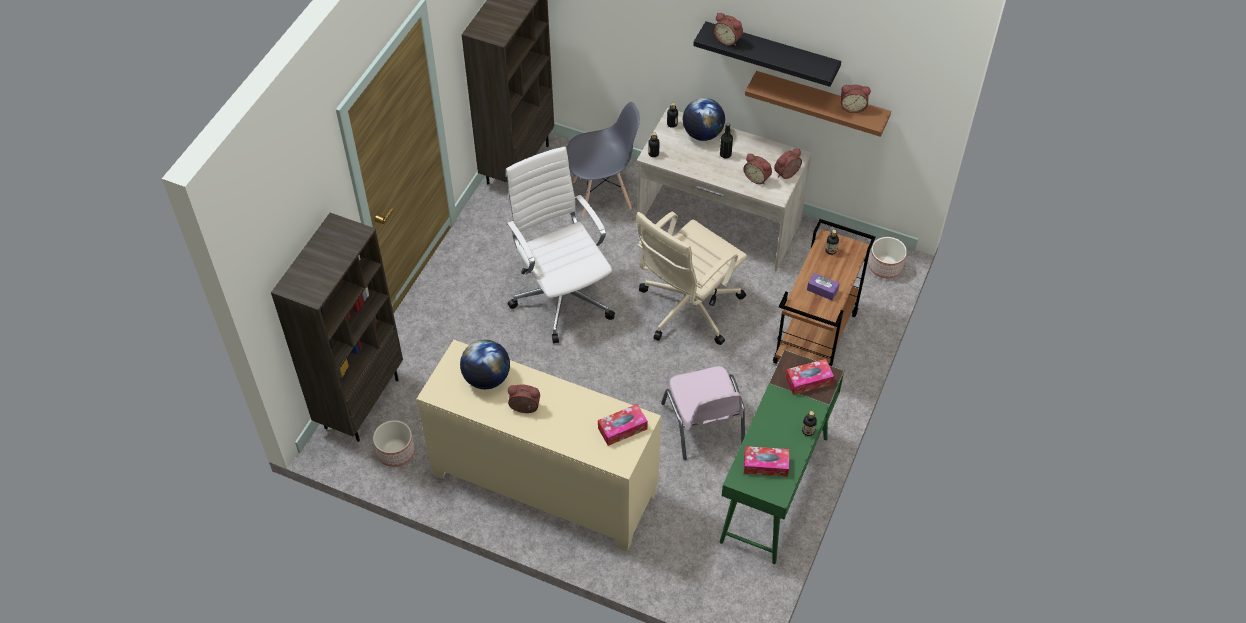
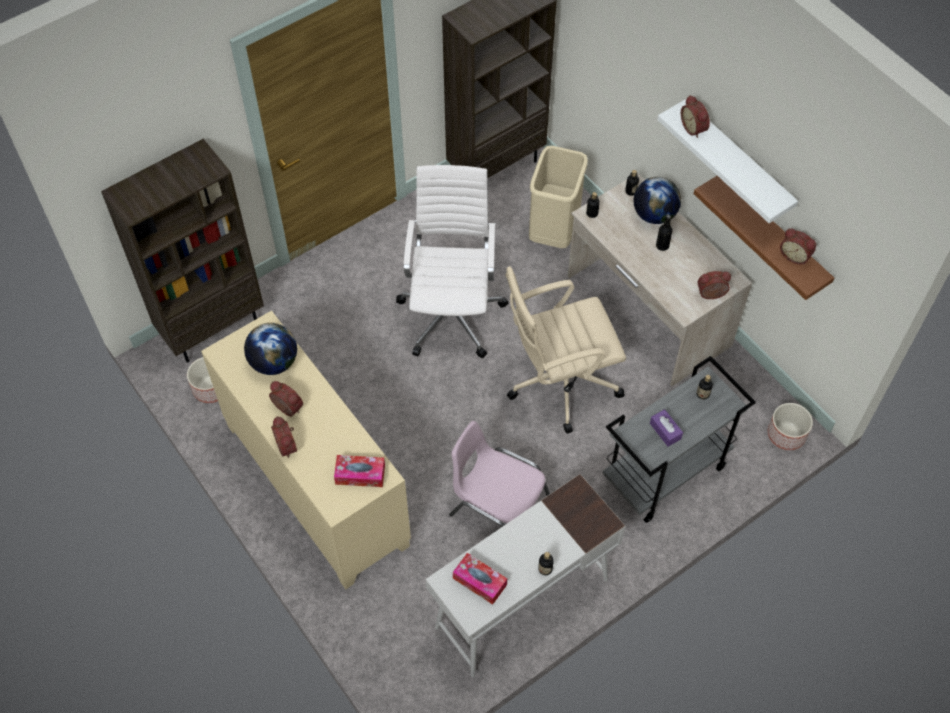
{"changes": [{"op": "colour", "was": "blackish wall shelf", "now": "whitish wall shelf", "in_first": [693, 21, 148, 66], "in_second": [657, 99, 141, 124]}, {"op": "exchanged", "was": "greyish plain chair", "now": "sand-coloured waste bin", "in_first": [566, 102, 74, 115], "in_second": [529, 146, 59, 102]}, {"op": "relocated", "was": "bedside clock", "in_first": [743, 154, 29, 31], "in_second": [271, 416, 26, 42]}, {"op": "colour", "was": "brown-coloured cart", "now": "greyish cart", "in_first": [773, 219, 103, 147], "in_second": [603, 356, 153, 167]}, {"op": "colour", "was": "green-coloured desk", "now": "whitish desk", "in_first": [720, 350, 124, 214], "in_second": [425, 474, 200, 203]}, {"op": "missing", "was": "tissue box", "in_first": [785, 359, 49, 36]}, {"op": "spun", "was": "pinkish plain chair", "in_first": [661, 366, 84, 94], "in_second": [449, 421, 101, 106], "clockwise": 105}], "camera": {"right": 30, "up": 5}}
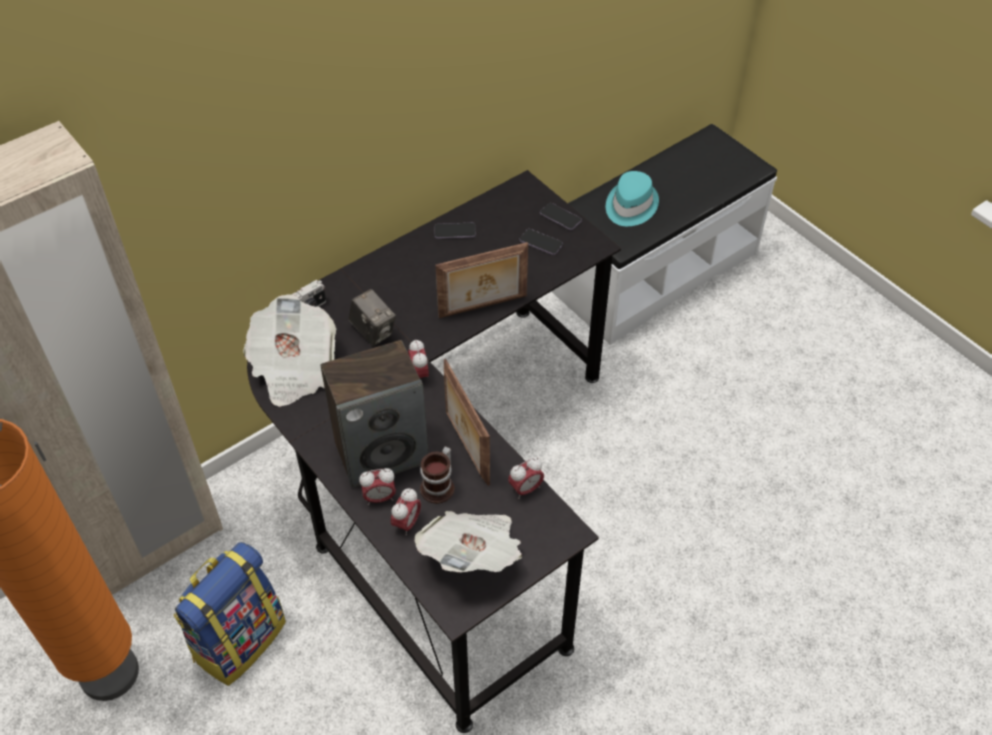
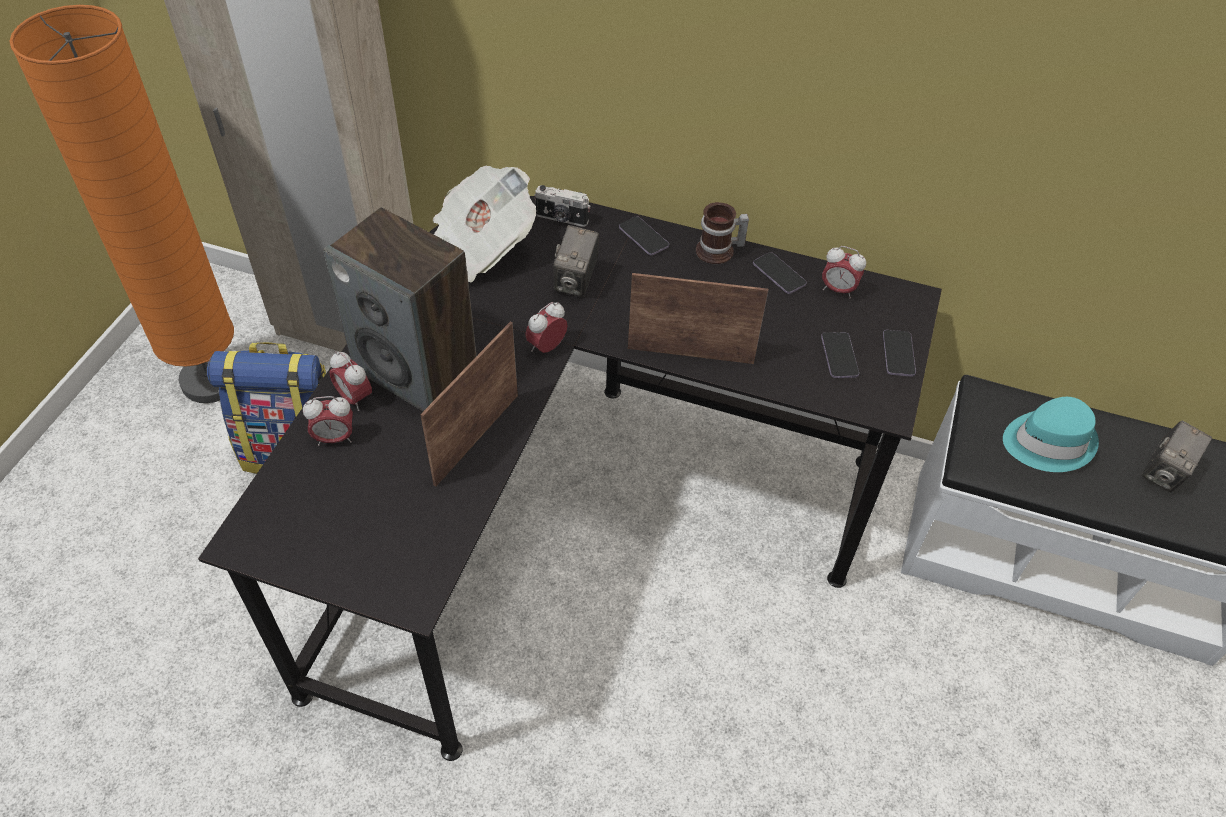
{"changes": [{"op": "spun", "was": "picture frame", "in_first": [436, 242, 92, 76], "in_second": [628, 273, 140, 91], "clockwise": 150}, {"op": "relocated", "was": "coffee mug", "in_first": [420, 446, 34, 58], "in_second": [696, 202, 53, 62]}, {"op": "relocated", "was": "bedside clock", "in_first": [508, 457, 36, 42], "in_second": [822, 246, 44, 52]}, {"op": "missing", "was": "daily paper", "in_first": [414, 511, 108, 61]}, {"op": "appeared", "now": "phone", "in_second": [619, 216, 50, 40]}, {"op": "appeared", "now": "photo camera", "in_second": [1142, 421, 70, 71]}], "camera": {"right": 55, "up": 0}}
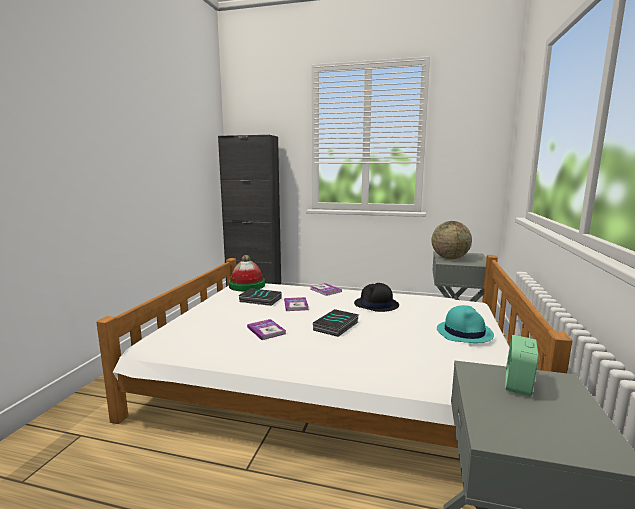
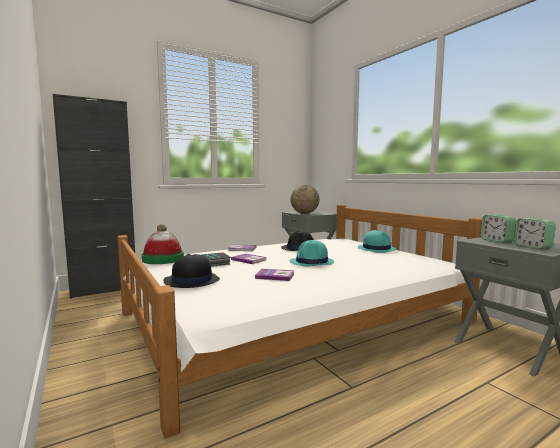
{"changes": [{"op": "exchanged", "was": "volume", "now": "blue-green clothing hat", "in_first": [313, 309, 46, 28], "in_second": [290, 240, 44, 26]}, {"op": "appeared", "now": "bedside clock", "in_second": [514, 218, 42, 31]}, {"op": "appeared", "now": "blackish clothing hat", "in_second": [163, 254, 57, 34]}], "camera": {"right": -45, "up": -5}}
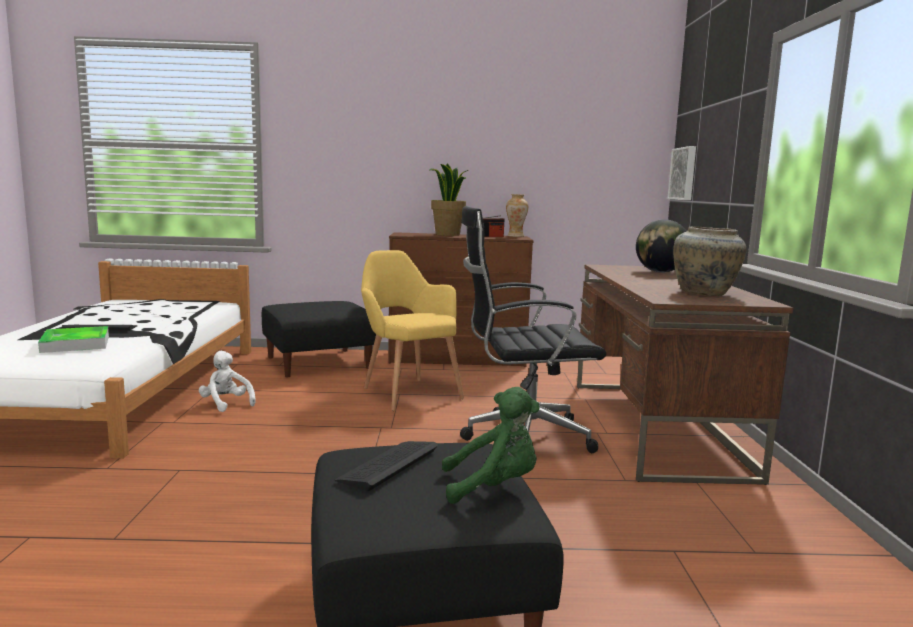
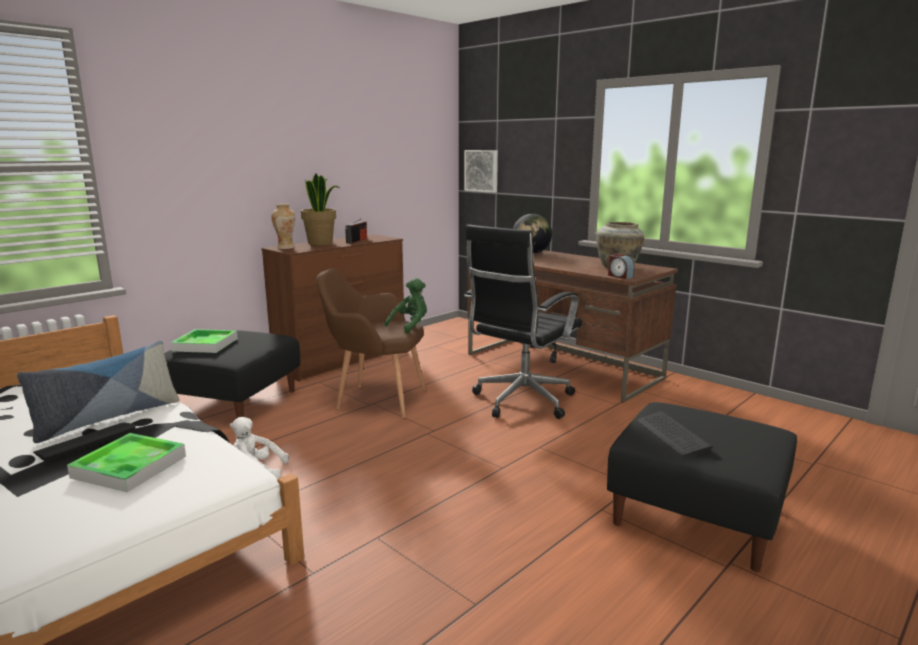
{"changes": [{"op": "relocated", "was": "decorative vase", "in_first": [506, 194, 22, 43], "in_second": [271, 204, 24, 45]}, {"op": "colour", "was": "yellow-coloured armchair", "now": "brown-coloured armchair", "in_first": [361, 250, 103, 161], "in_second": [316, 268, 109, 150]}, {"op": "relocated", "was": "green-coloured cuddly toy", "in_first": [442, 387, 98, 117], "in_second": [384, 278, 43, 56]}, {"op": "appeared", "now": "bedside clock", "in_second": [608, 254, 27, 25]}, {"op": "appeared", "now": "serving tray", "in_second": [171, 329, 67, 24]}, {"op": "appeared", "now": "throw pillow", "in_second": [17, 340, 163, 103]}], "camera": {"right": -45, "up": 5}}
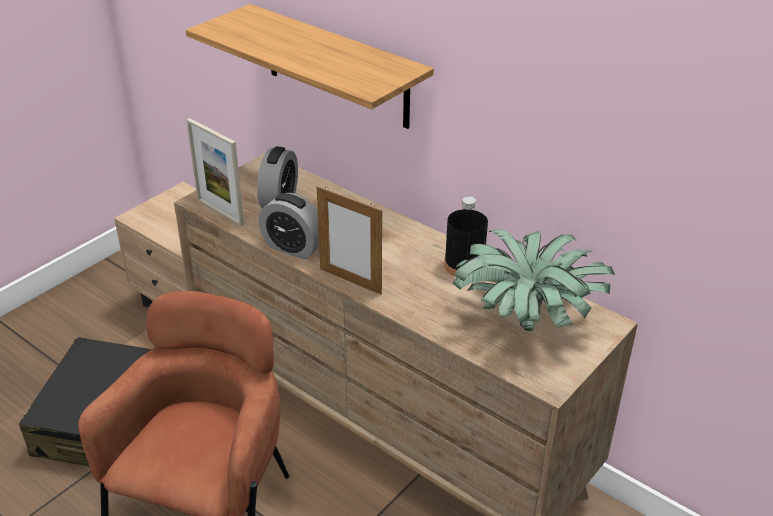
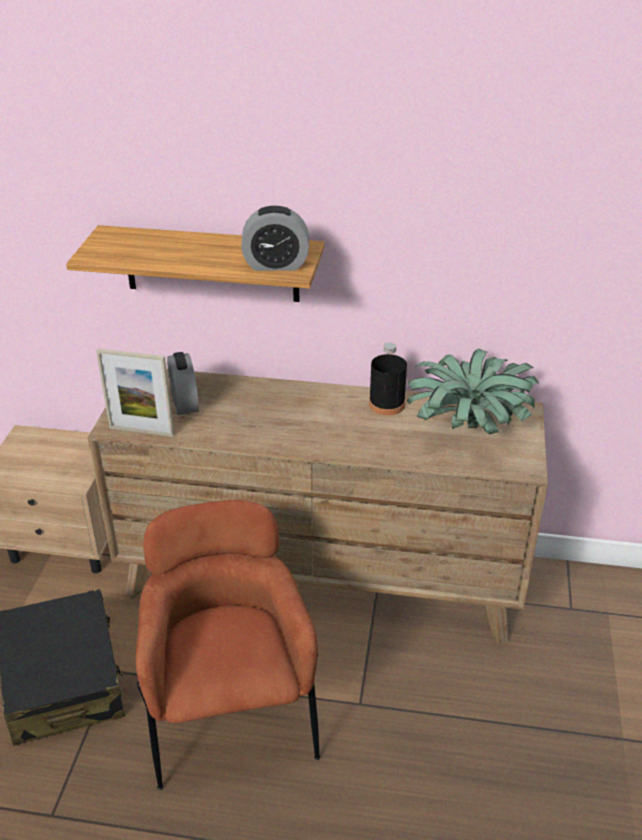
{"changes": [{"op": "missing", "was": "picture frame", "in_first": [317, 186, 65, 109]}, {"op": "relocated", "was": "bedside clock", "in_first": [259, 193, 60, 66], "in_second": [241, 206, 68, 65]}], "camera": {"right": -30, "up": 0}}
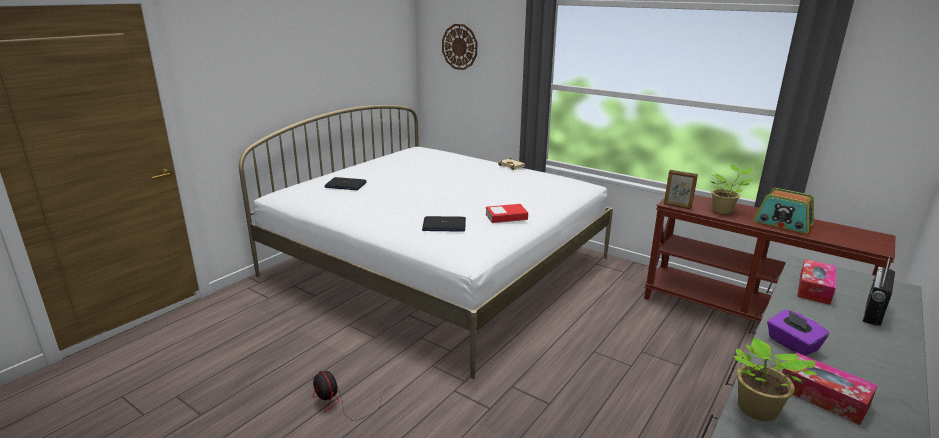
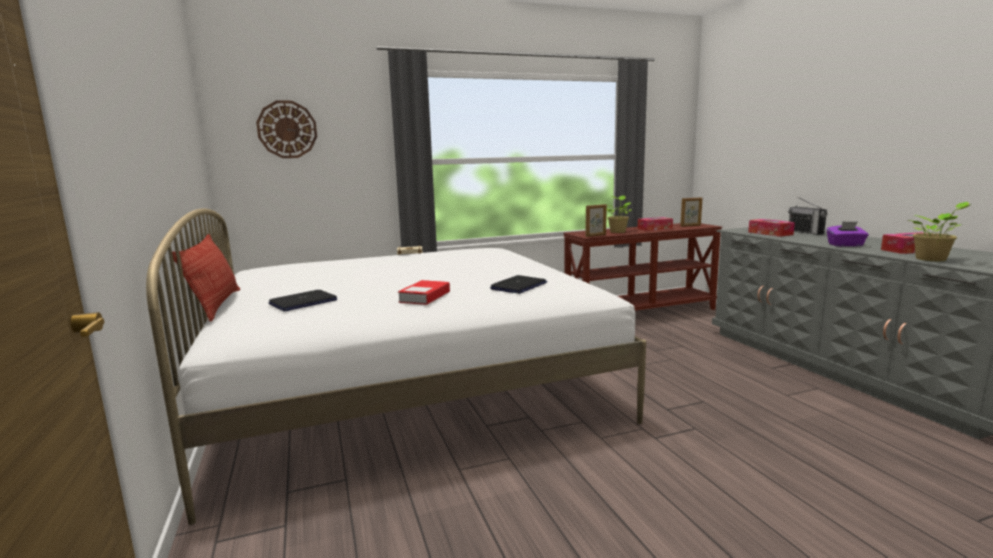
{"changes": [{"op": "exchanged", "was": "radio set", "now": "tissue box", "in_first": [754, 188, 60, 46], "in_second": [638, 217, 35, 14]}, {"op": "relocated", "was": "volume", "in_first": [486, 204, 42, 19], "in_second": [398, 280, 52, 25]}, {"op": "missing", "was": "electric fan", "in_first": [313, 371, 82, 50]}, {"op": "appeared", "now": "picture frame", "in_second": [680, 197, 22, 30]}, {"op": "appeared", "now": "throw pillow", "in_second": [172, 234, 68, 88]}], "camera": {"right": -55, "up": -10}}
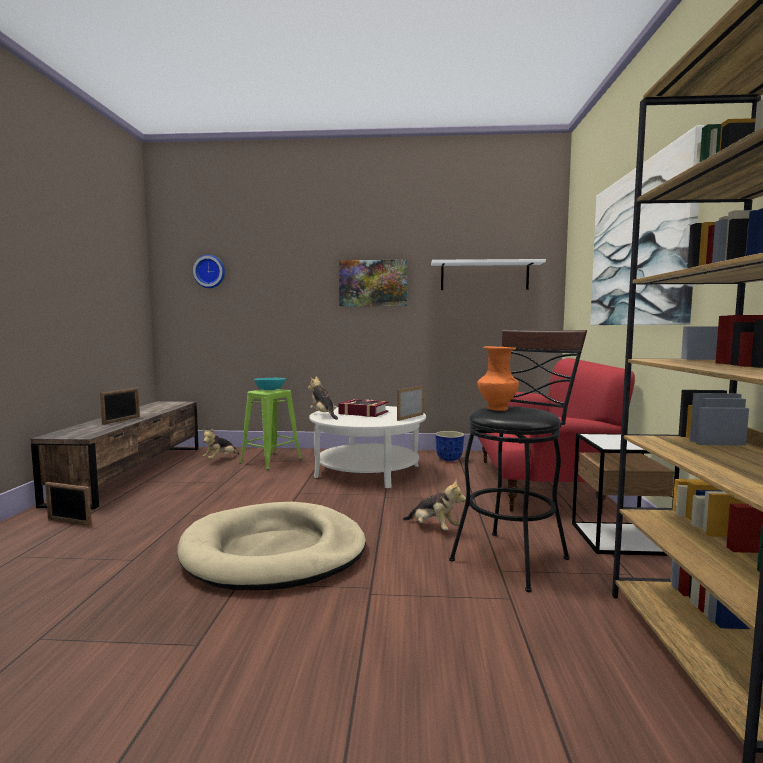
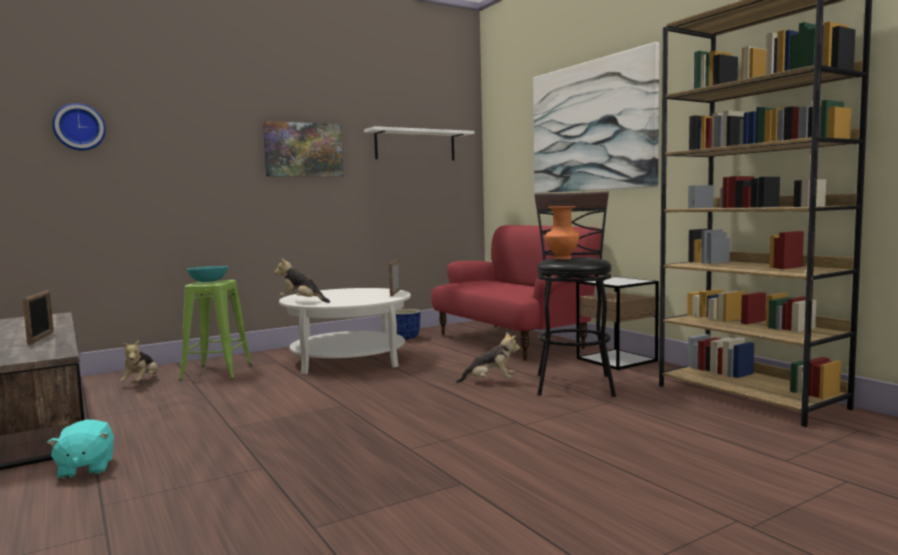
{"changes": [{"op": "missing", "was": "volume", "in_first": [338, 399, 50, 18]}, {"op": "exchanged", "was": "picture frame", "now": "blue-green cuddly toy", "in_first": [45, 482, 47, 44], "in_second": [47, 419, 67, 60]}, {"op": "missing", "was": "sand-coloured pet bed", "in_first": [177, 502, 189, 88]}], "camera": {"right": -35, "up": 0}}
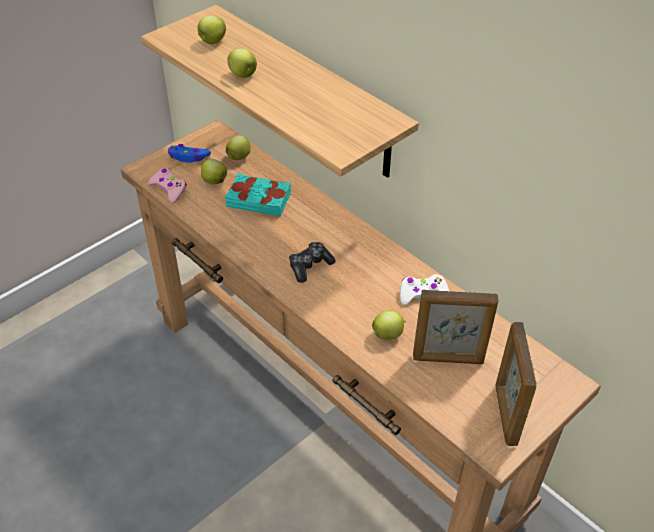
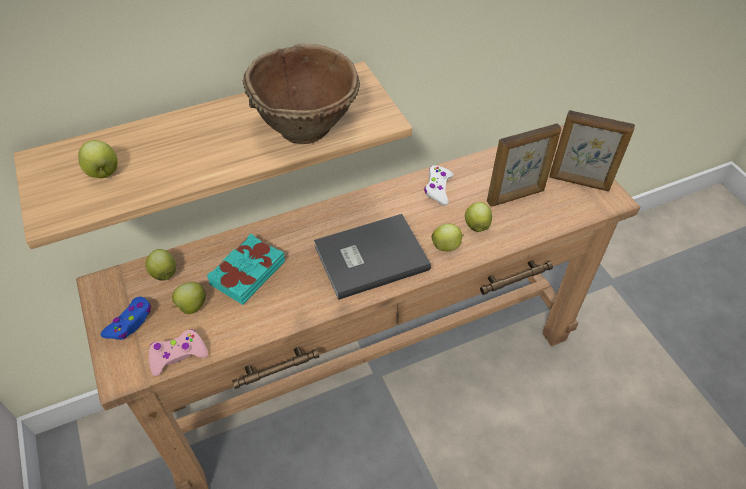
{"changes": [{"op": "relocated", "was": "apple", "in_first": [227, 48, 30, 30], "in_second": [432, 224, 32, 27]}, {"op": "exchanged", "was": "gamepad", "now": "greyish volume", "in_first": [289, 242, 46, 41], "in_second": [314, 214, 117, 86]}, {"op": "spun", "was": "picture frame", "in_first": [413, 290, 86, 74], "in_second": [487, 123, 75, 83], "clockwise": 45}, {"op": "appeared", "now": "brown-coloured serving bowl", "in_second": [243, 44, 117, 100]}], "camera": {"right": -70, "up": 5}}
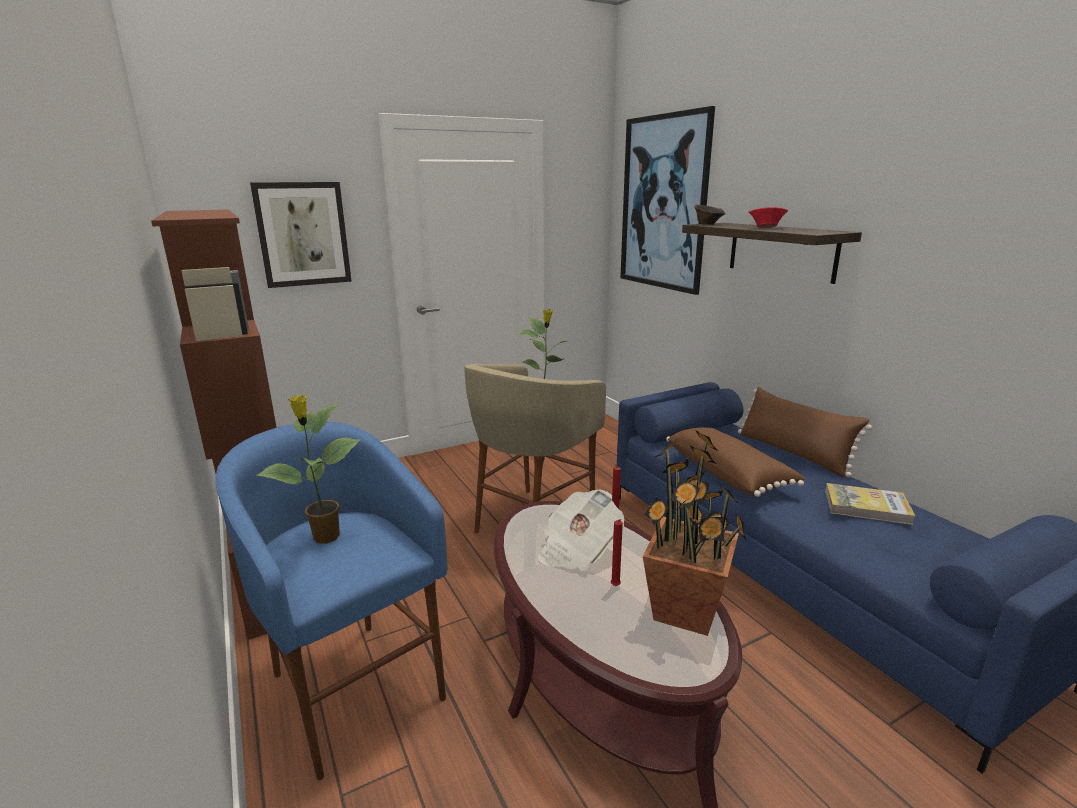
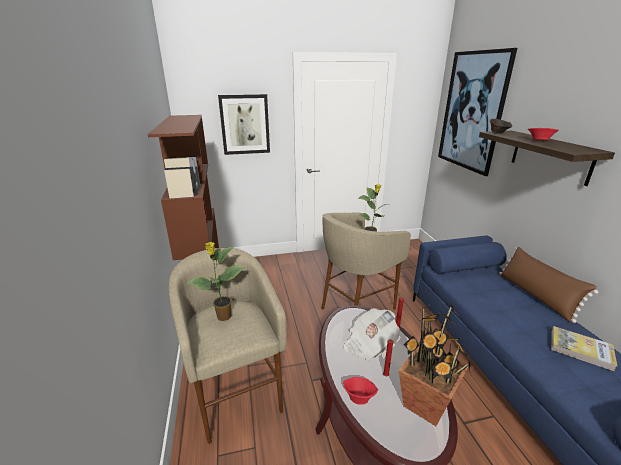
{"changes": [{"op": "colour", "was": "blue-coloured stool", "now": "sand-coloured stool", "in_first": [216, 422, 231, 358], "in_second": [169, 248, 118, 196]}, {"op": "missing", "was": "brown-coloured throw pillow", "in_first": [666, 427, 139, 70]}, {"op": "appeared", "now": "reddish serving bowl", "in_second": [343, 377, 35, 28]}], "camera": {"right": 15, "up": 5}}
